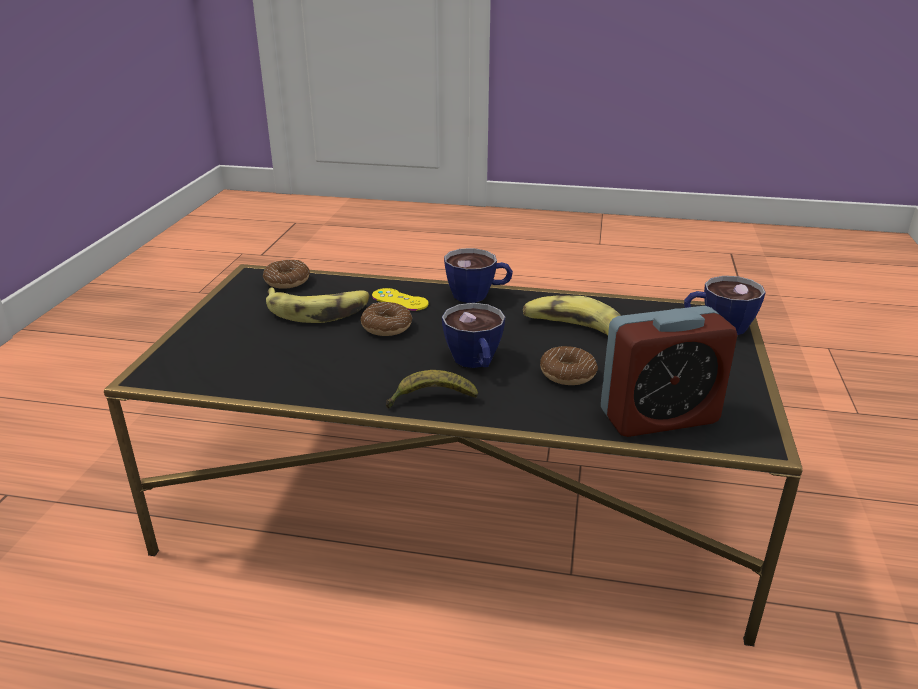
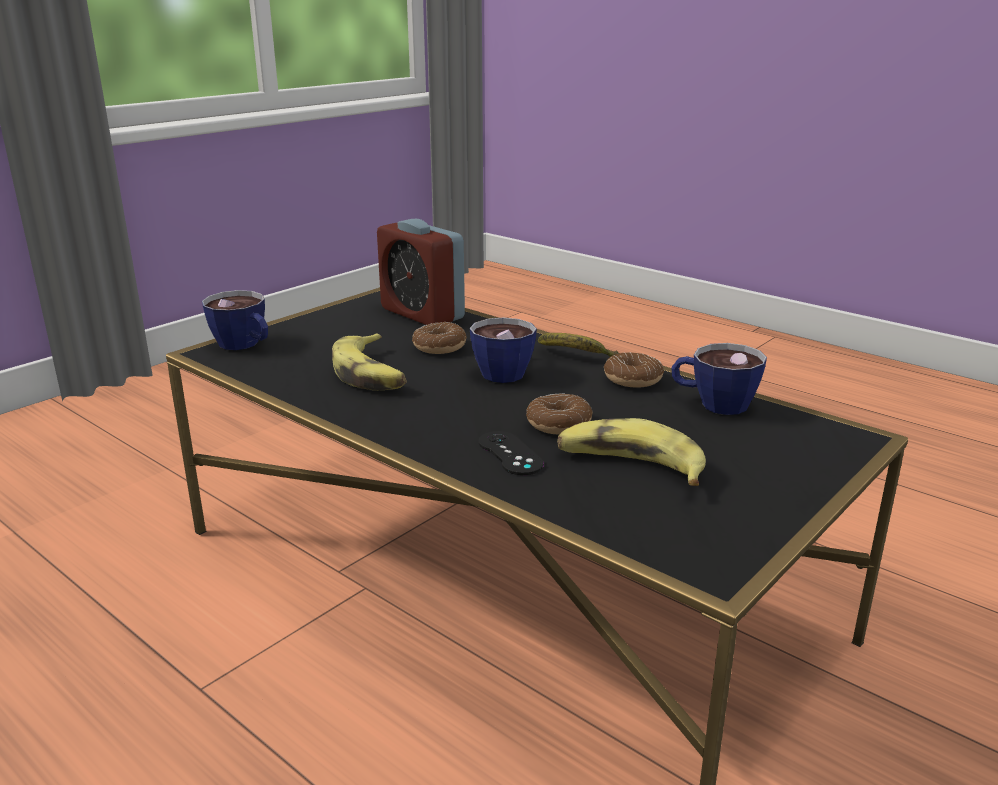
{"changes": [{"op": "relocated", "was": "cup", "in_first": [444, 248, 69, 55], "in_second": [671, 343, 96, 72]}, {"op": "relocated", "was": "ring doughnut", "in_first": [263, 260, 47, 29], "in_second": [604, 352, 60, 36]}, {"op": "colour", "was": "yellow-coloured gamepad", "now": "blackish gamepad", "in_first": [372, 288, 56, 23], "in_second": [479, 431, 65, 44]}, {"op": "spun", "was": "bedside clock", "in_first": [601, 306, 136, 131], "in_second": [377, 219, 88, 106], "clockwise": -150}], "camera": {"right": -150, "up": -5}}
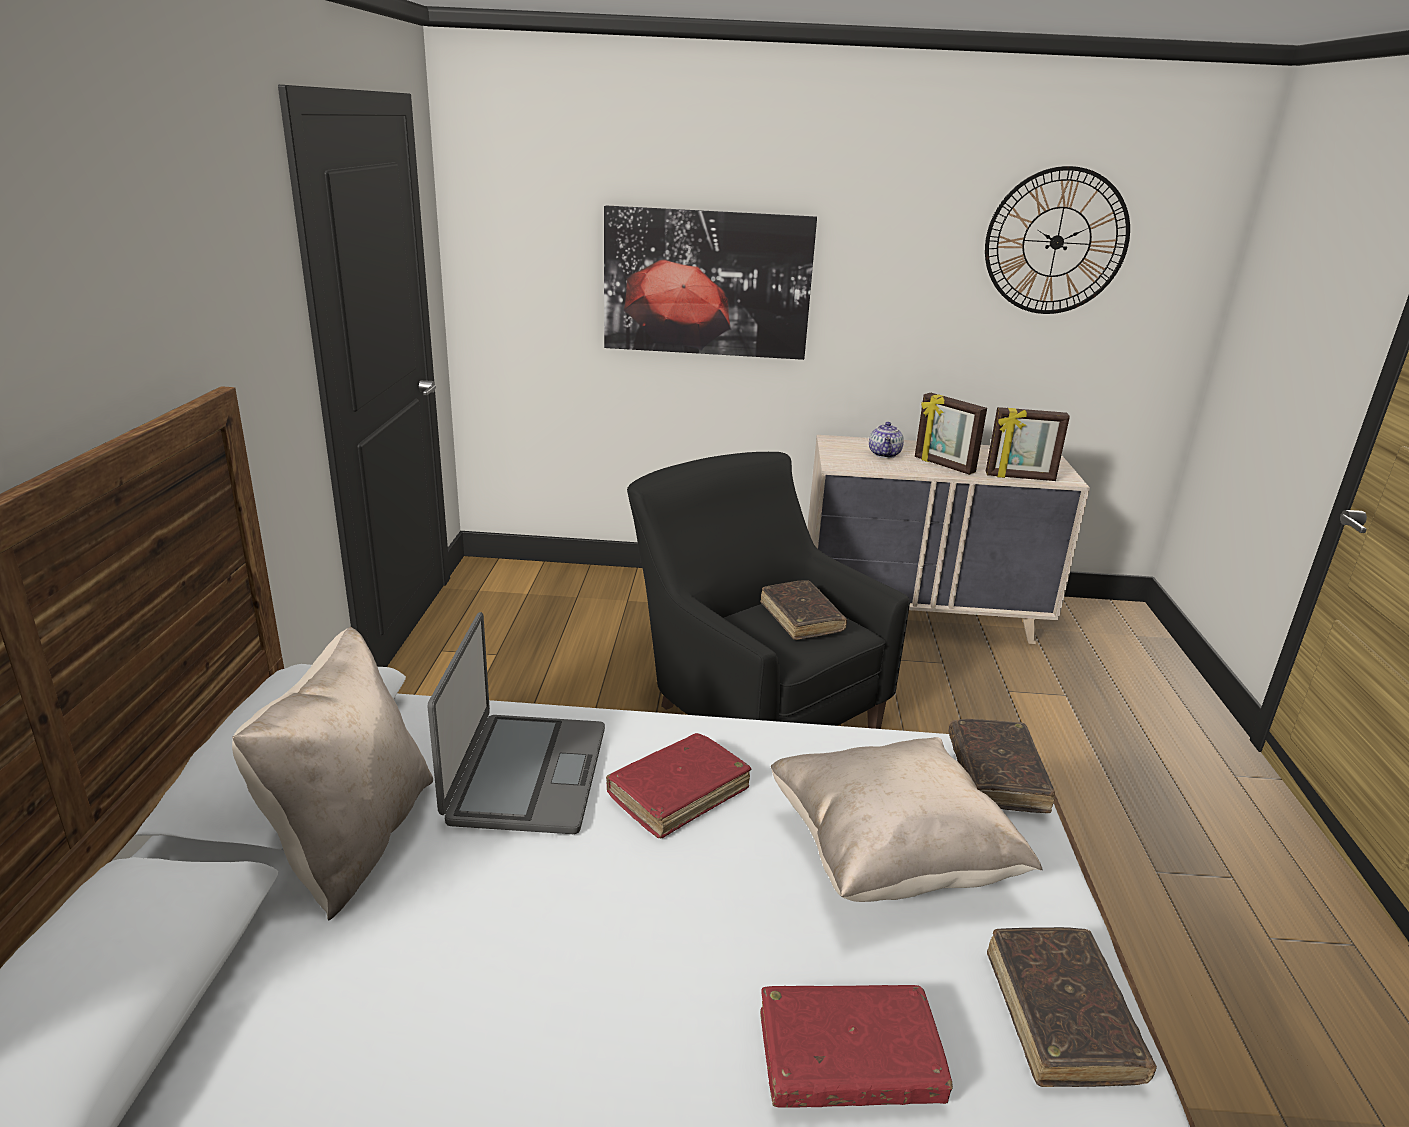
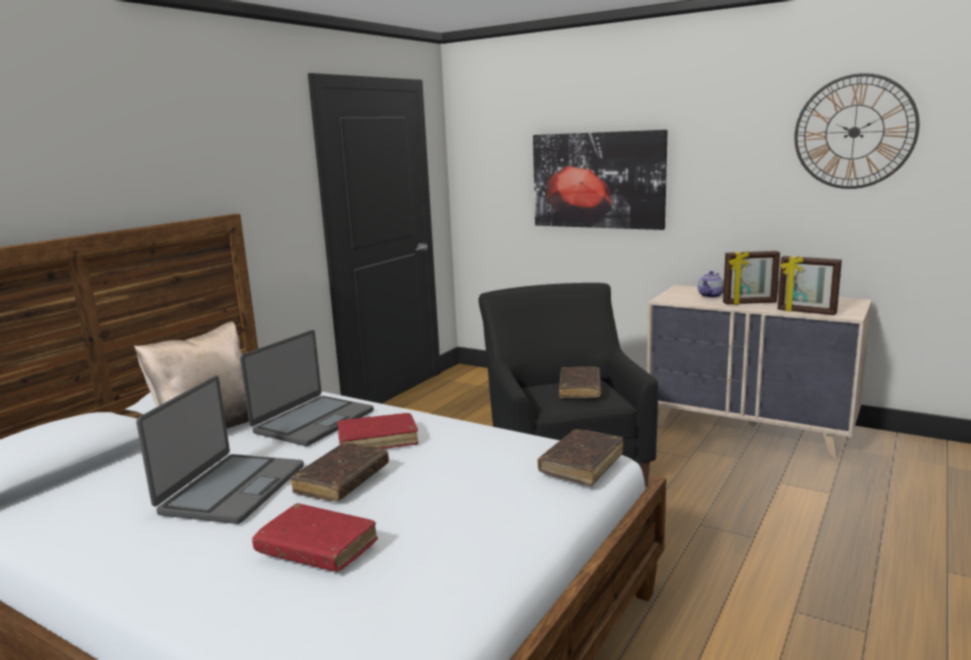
{"changes": [{"op": "spun", "was": "picture frame", "in_first": [915, 393, 72, 82], "in_second": [723, 251, 57, 54], "clockwise": -75}, {"op": "missing", "was": "sand-coloured throw pillow", "in_first": [771, 737, 272, 165]}, {"op": "relocated", "was": "brown-coloured volume", "in_first": [987, 927, 170, 160], "in_second": [290, 443, 99, 58]}, {"op": "appeared", "now": "laptop", "in_second": [136, 376, 168, 148]}], "camera": {"right": 30, "up": -10}}
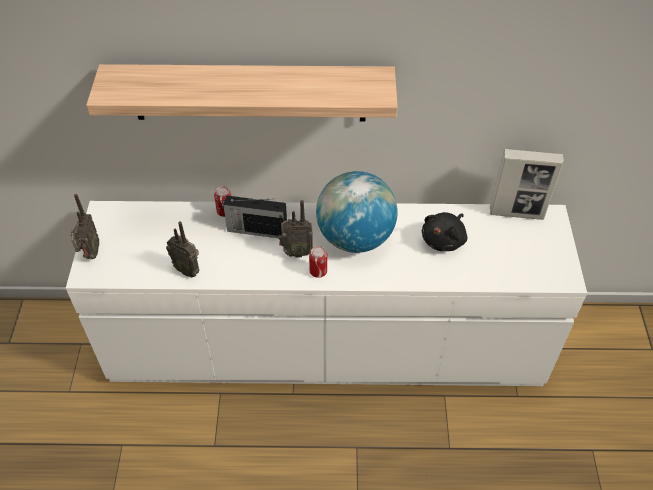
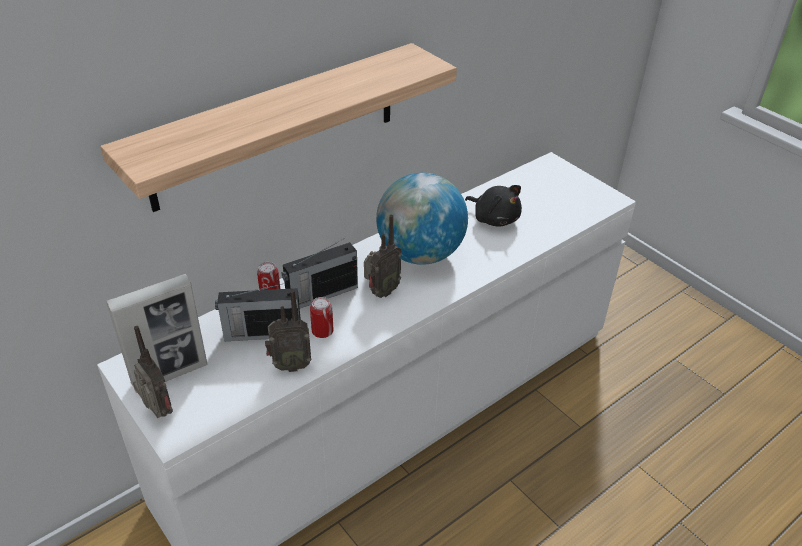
{"changes": [{"op": "relocated", "was": "picture frame", "in_first": [490, 149, 74, 71], "in_second": [106, 274, 101, 119]}, {"op": "spun", "was": "blackish cuddly toy", "in_first": [422, 212, 45, 39], "in_second": [465, 185, 57, 42], "clockwise": -45}, {"op": "relocated", "was": "sealed can", "in_first": [309, 246, 18, 32], "in_second": [310, 297, 24, 41]}, {"op": "appeared", "now": "radio set", "in_second": [215, 283, 86, 58]}], "camera": {"right": -40, "up": -10}}
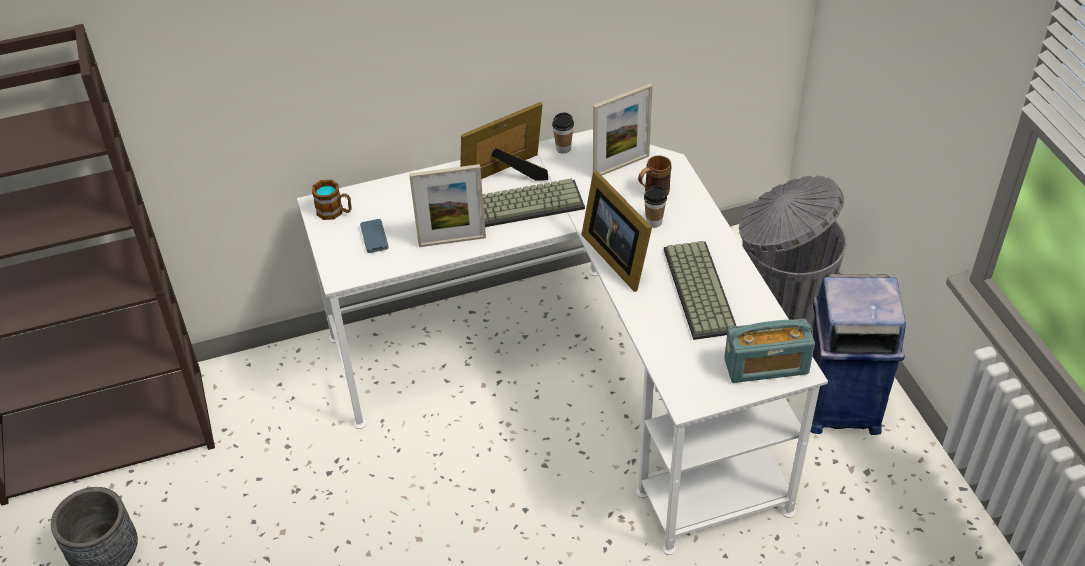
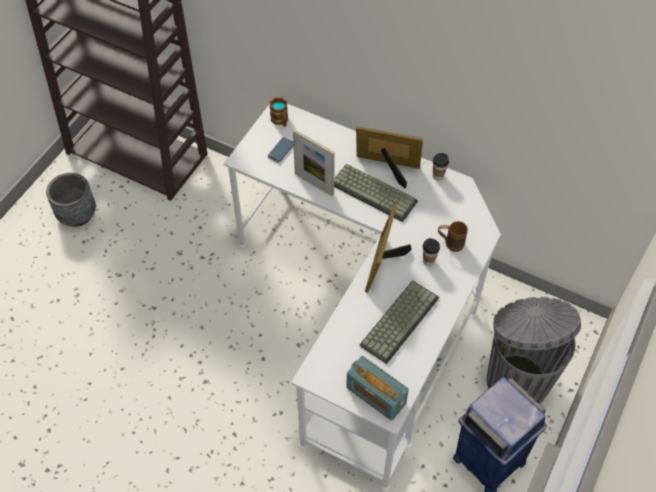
{"changes": [{"op": "missing", "was": "picture frame", "in_first": [593, 84, 60, 92]}], "camera": {"right": 45, "up": 10}}
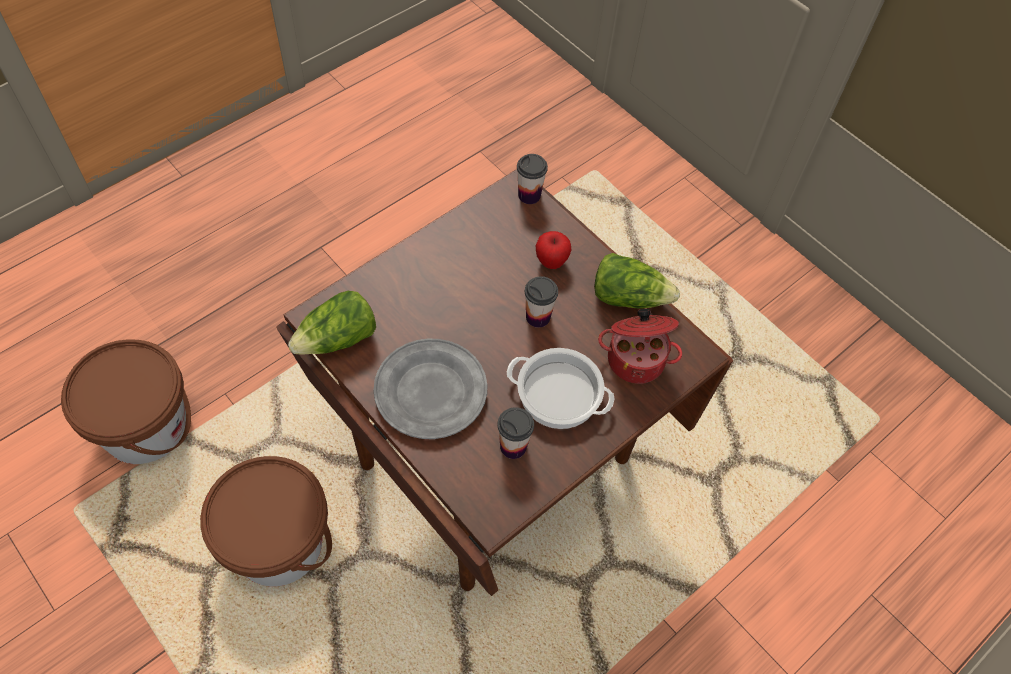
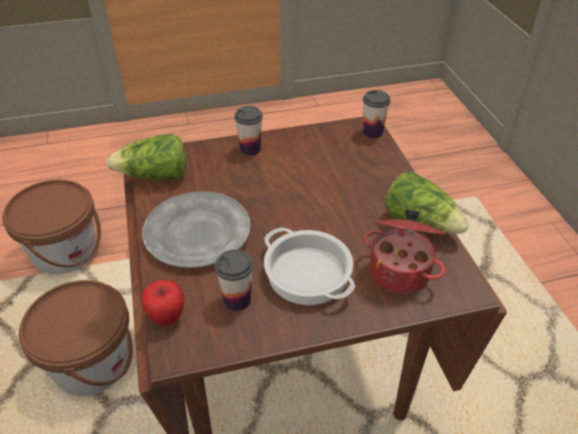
{"changes": [{"op": "relocated", "was": "apple", "in_first": [535, 231, 36, 38], "in_second": [141, 280, 43, 46]}, {"op": "relocated", "was": "cup", "in_first": [525, 276, 33, 52], "in_second": [234, 106, 29, 50]}], "camera": {"right": 30, "up": -15}}
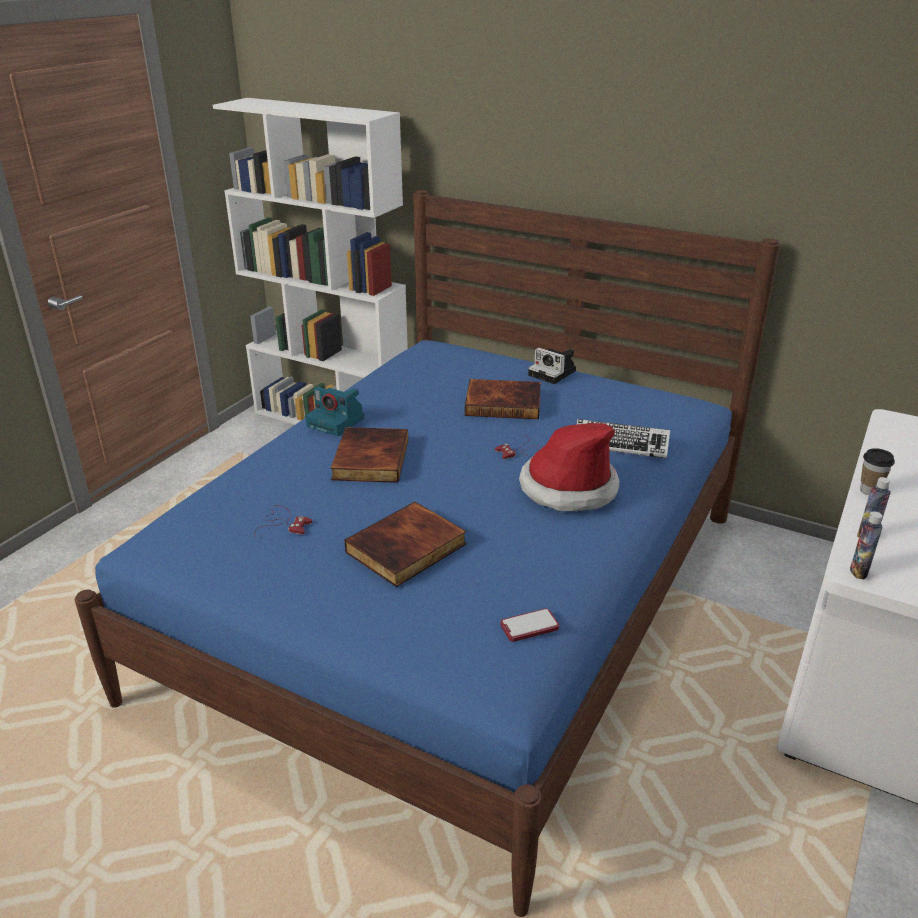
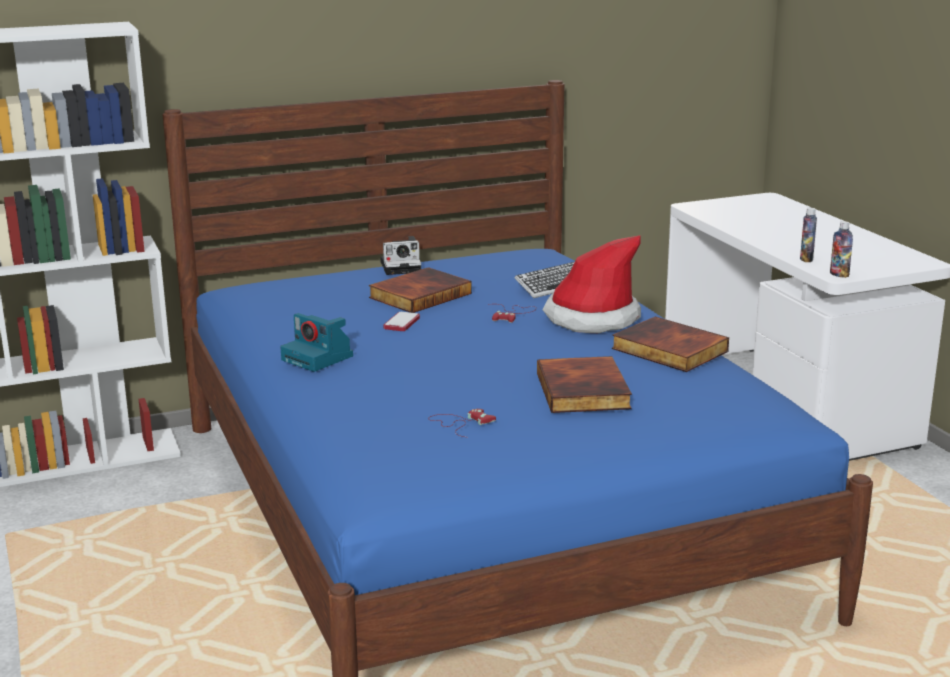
{"changes": [{"op": "spun", "was": "photo camera", "in_first": [305, 387, 60, 49], "in_second": [280, 313, 73, 59], "clockwise": 60}, {"op": "relocated", "was": "volume", "in_first": [330, 427, 78, 56], "in_second": [612, 317, 117, 55]}, {"op": "missing", "was": "cup", "in_first": [860, 448, 35, 47]}, {"op": "relocated", "was": "phone", "in_first": [501, 609, 58, 33], "in_second": [384, 312, 36, 19]}], "camera": {"right": -50, "up": -10}}
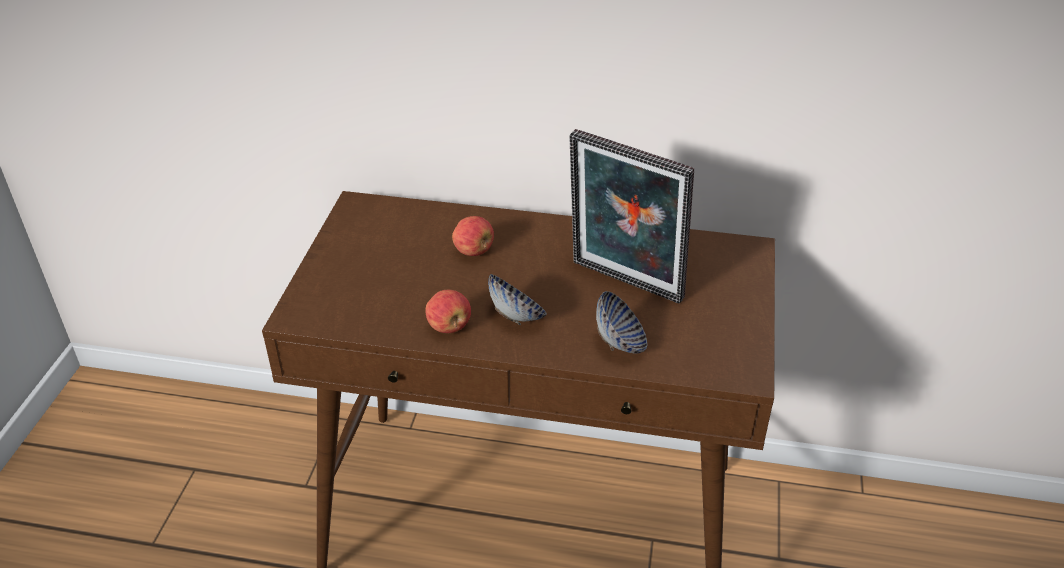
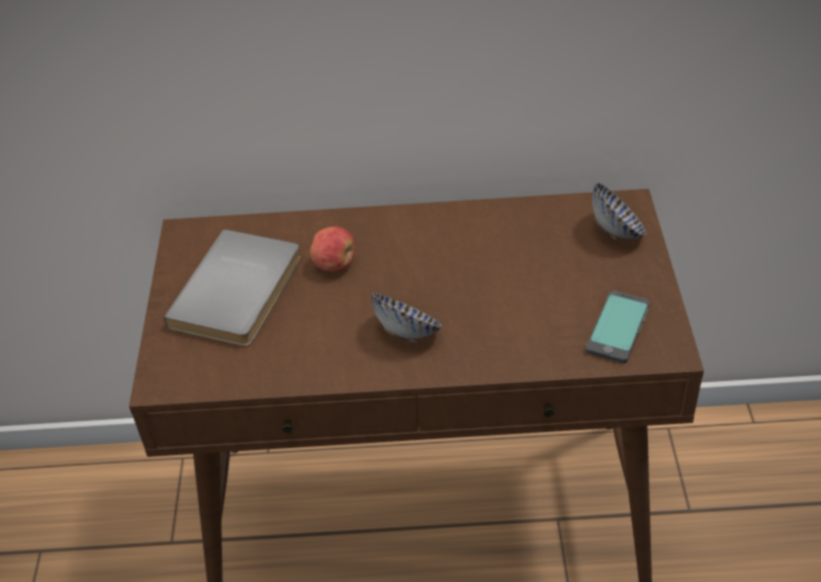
{"changes": [{"op": "missing", "was": "picture frame", "in_first": [569, 129, 125, 175]}, {"op": "missing", "was": "apple", "in_first": [425, 290, 46, 43]}, {"op": "relocated", "was": "serving bowl", "in_first": [596, 291, 51, 62], "in_second": [592, 183, 54, 57]}, {"op": "appeared", "now": "greyish volume", "in_second": [164, 229, 137, 117]}, {"op": "appeared", "now": "phone", "in_second": [586, 290, 64, 73]}], "camera": {"right": -10, "up": 5}}
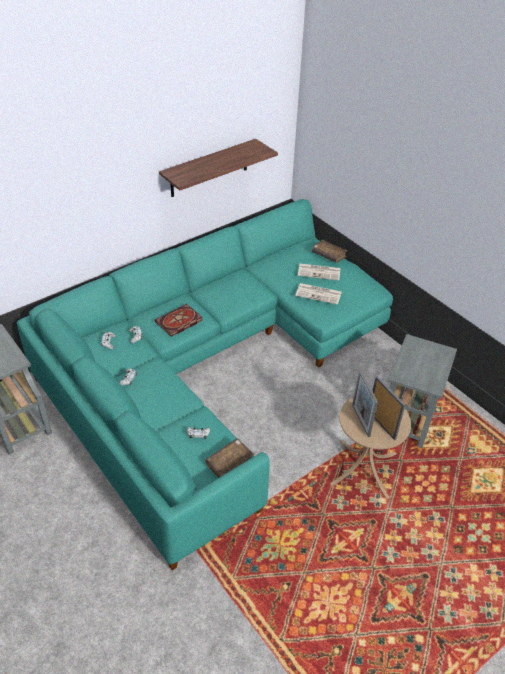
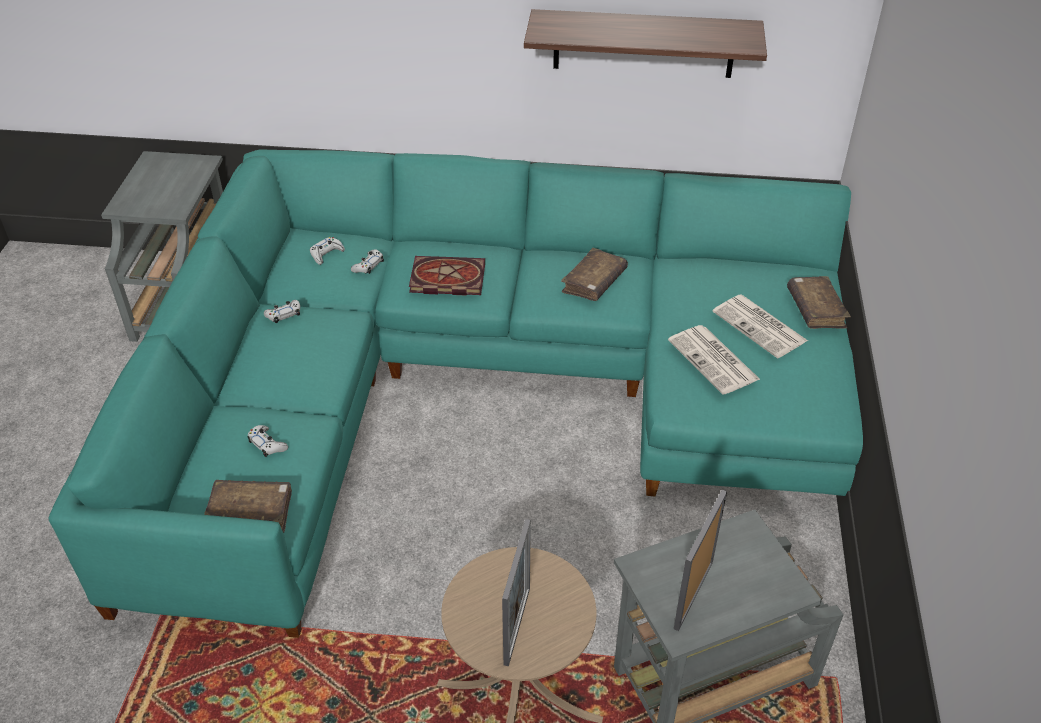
{"changes": [{"op": "relocated", "was": "picture frame", "in_first": [352, 371, 26, 66], "in_second": [674, 490, 53, 141]}, {"op": "appeared", "now": "brown-coloured volume", "in_second": [561, 248, 67, 53]}], "camera": {"right": 45, "up": 0}}
